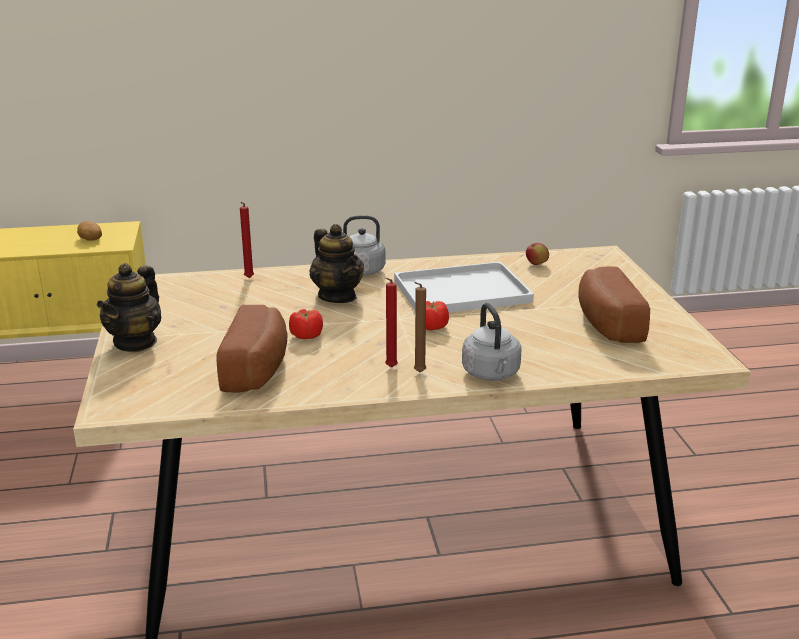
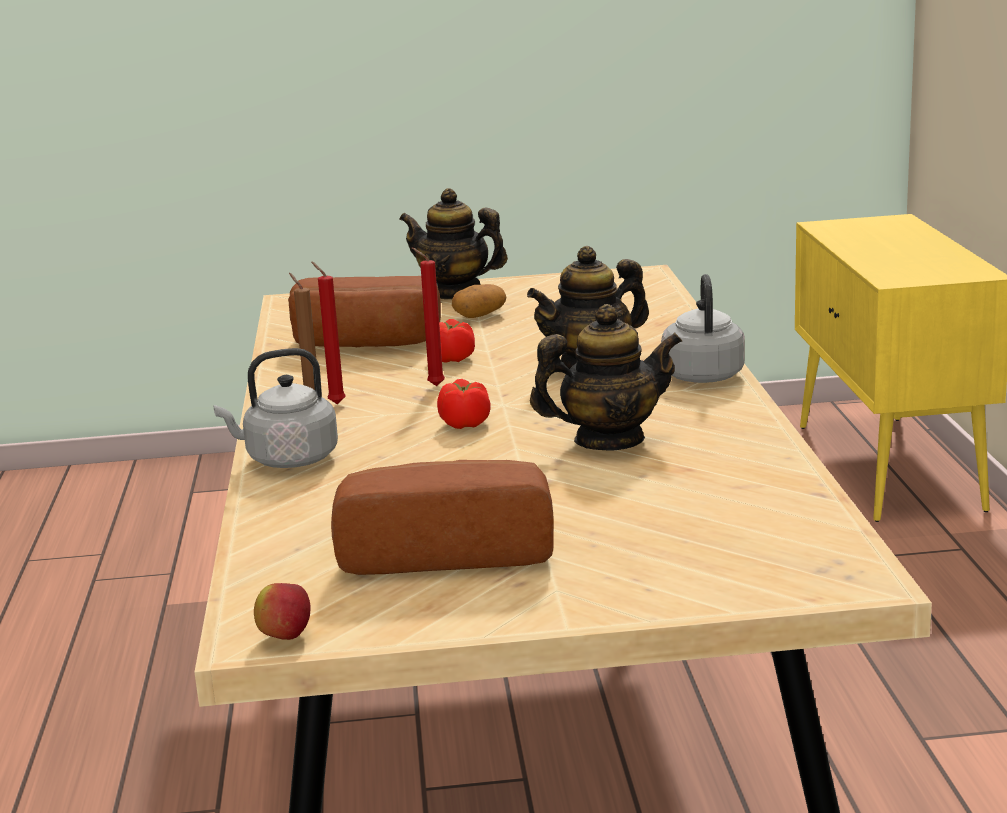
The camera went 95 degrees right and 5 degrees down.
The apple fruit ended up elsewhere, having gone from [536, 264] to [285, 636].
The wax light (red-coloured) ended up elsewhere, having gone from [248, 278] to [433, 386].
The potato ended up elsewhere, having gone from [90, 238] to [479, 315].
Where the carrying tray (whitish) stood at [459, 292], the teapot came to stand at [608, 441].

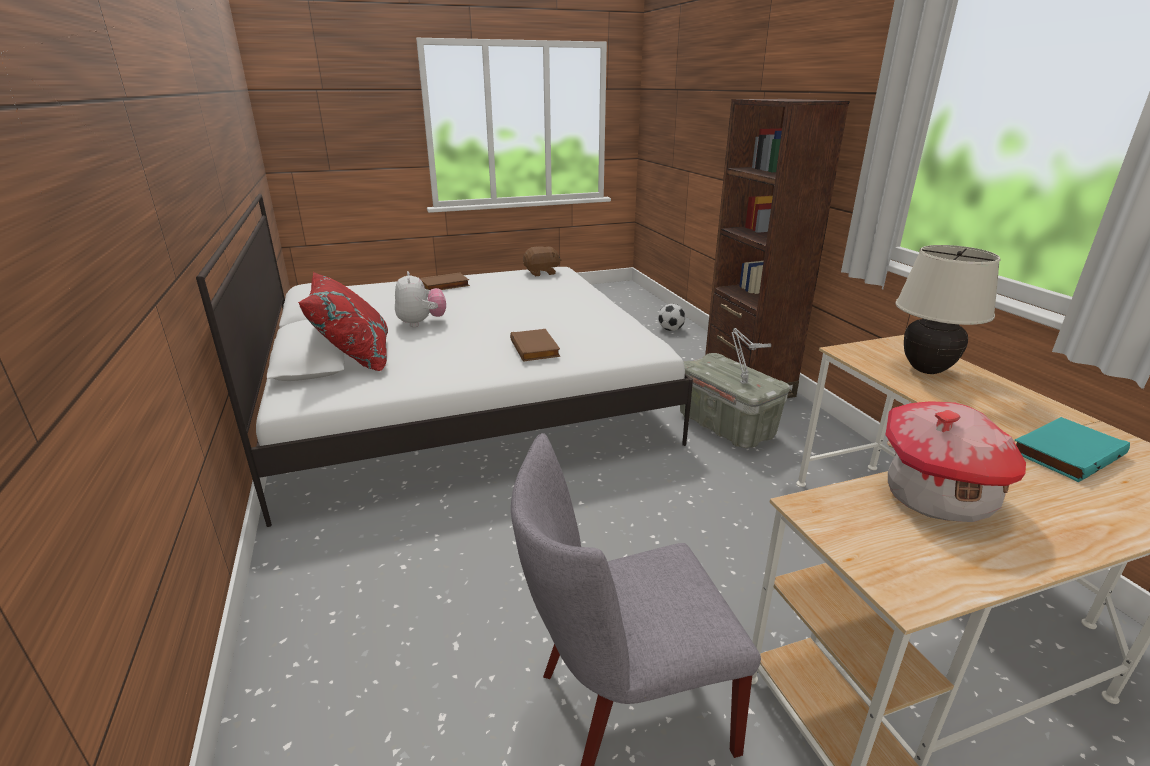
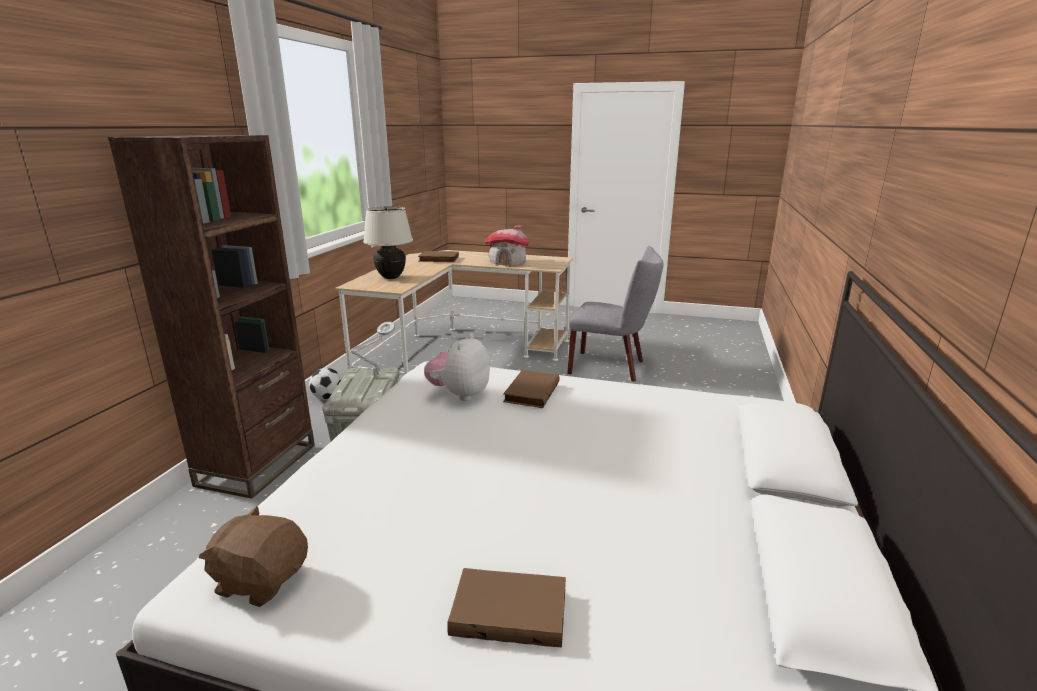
The camera went 145 degrees left and 5 degrees down.
The football ended up elsewhere, having gone from [670, 330] to [327, 398].
What was the volume (blue-green) at [1064, 452] turned into the volume (brownish) at [438, 259].
The cuddly toy ended up elsewhere, having gone from [421, 323] to [460, 394].
The second view lost the pillow (red-coloured) at [355, 357].

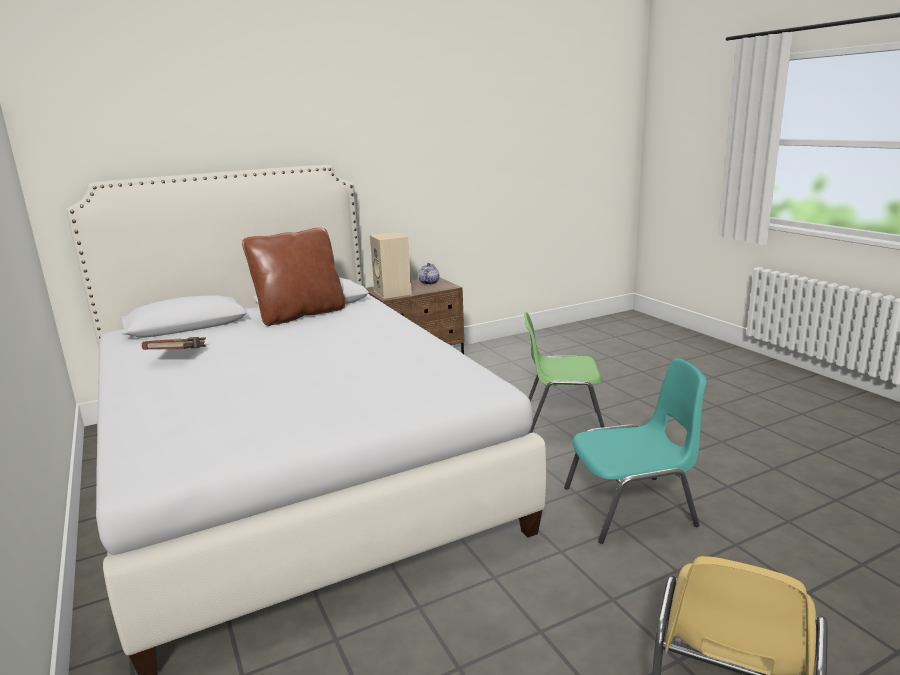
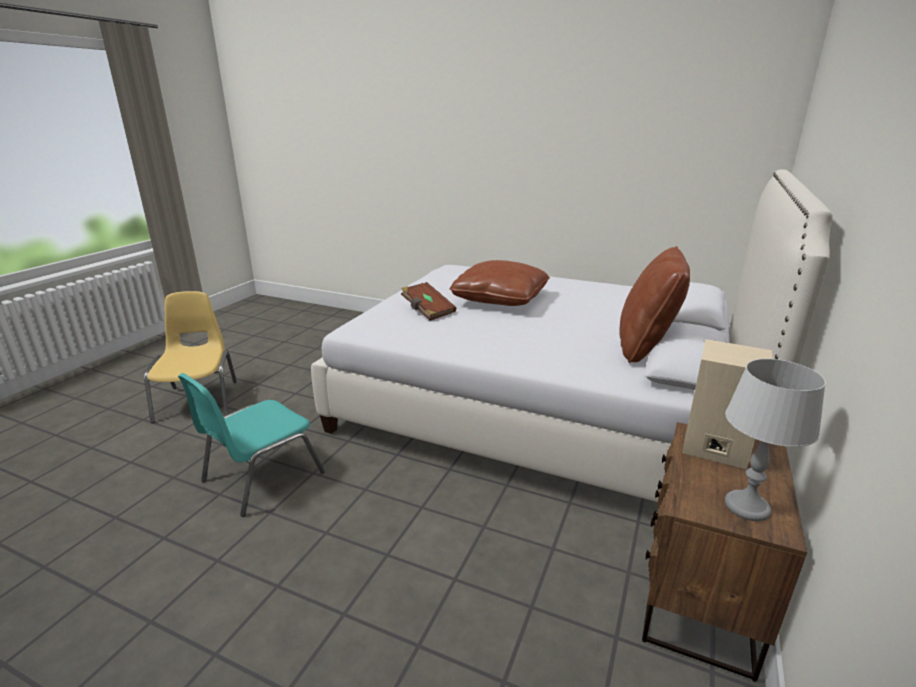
The camera went 140 degrees right and 5 degrees up.
The volume (brownish) ended up elsewhere, having gone from [179, 356] to [427, 311].
The second view gained the pillow (brownish) at [500, 299].
Where the teapot stood at [429, 282], the tabletop lamp (grey) came to stand at [747, 507].
The second view lost the chair (greenish) at [561, 427].

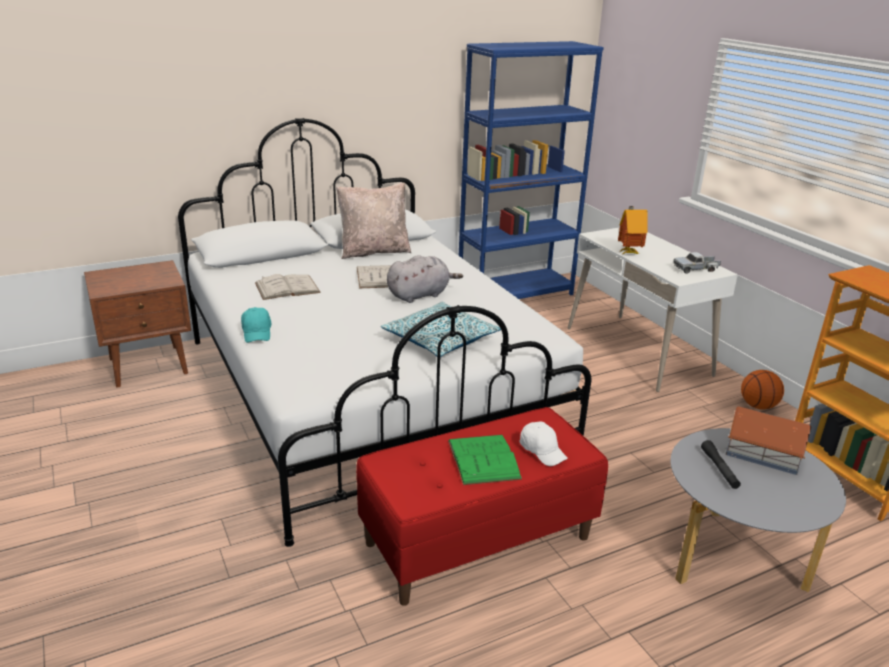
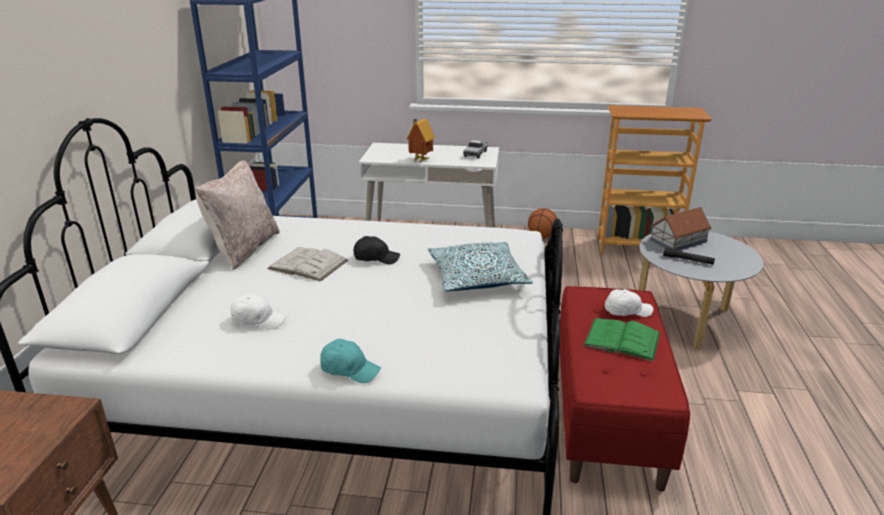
The camera went 55 degrees left and 0 degrees up.
Where the volume (whitish) stood at [287, 288], the baseball cap (whitish) came to stand at [258, 320].
Where the cuddly toy (grey) stood at [420, 295], the baseball cap (blackish) came to stand at [376, 258].

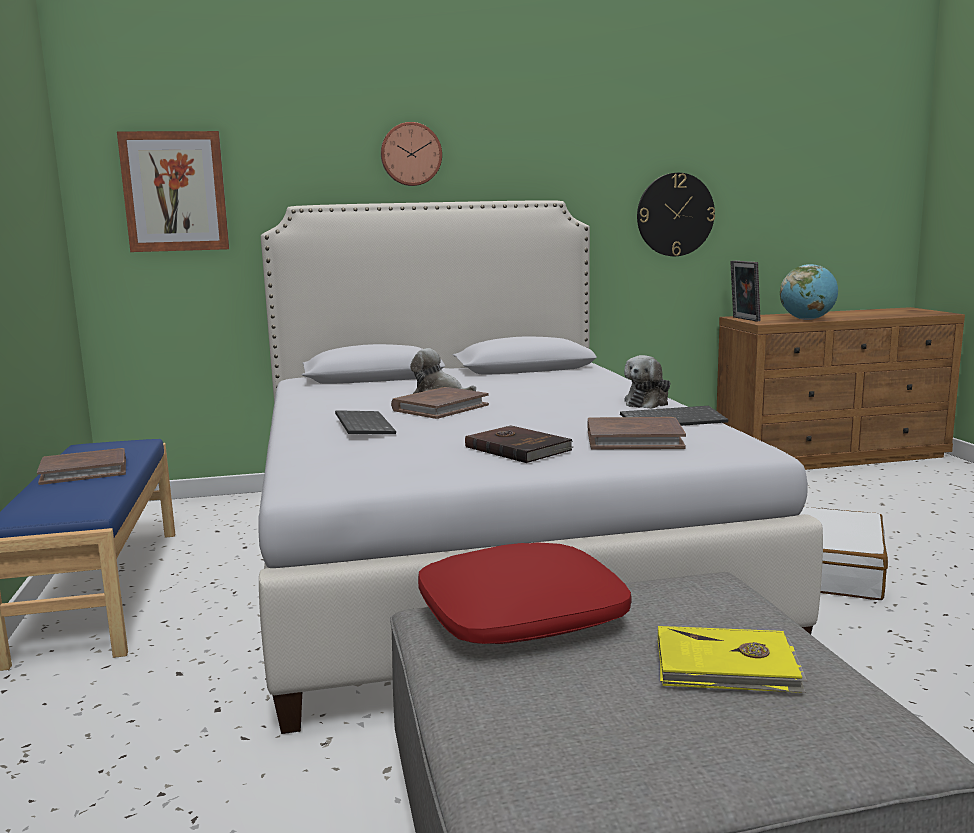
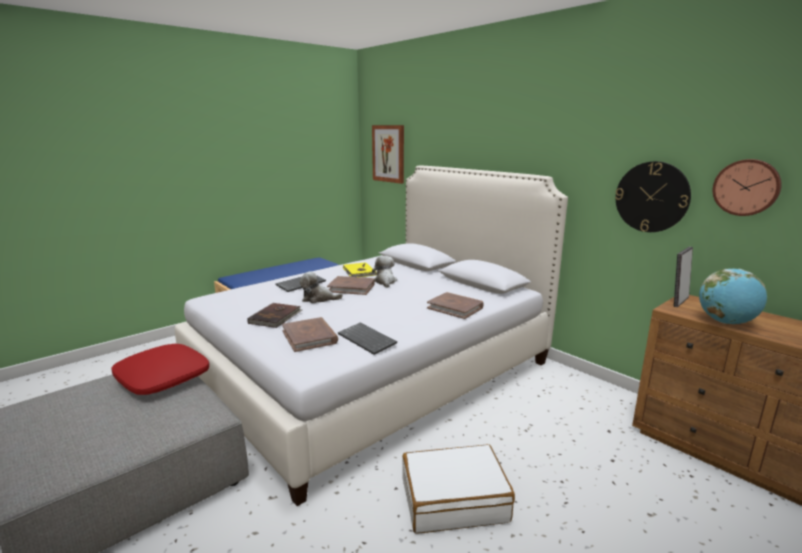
The camera went 60 degrees right and 5 degrees up.
The cuddly toy ended up elsewhere, having gone from [648, 402] to [318, 299].
The volume (yellow-coloured) ended up elsewhere, having gone from [727, 666] to [358, 272].
The volume (brownish) ended up elsewhere, having gone from [84, 471] to [455, 308].
The wall clock ended up elsewhere, having gone from [411, 154] to [746, 187].

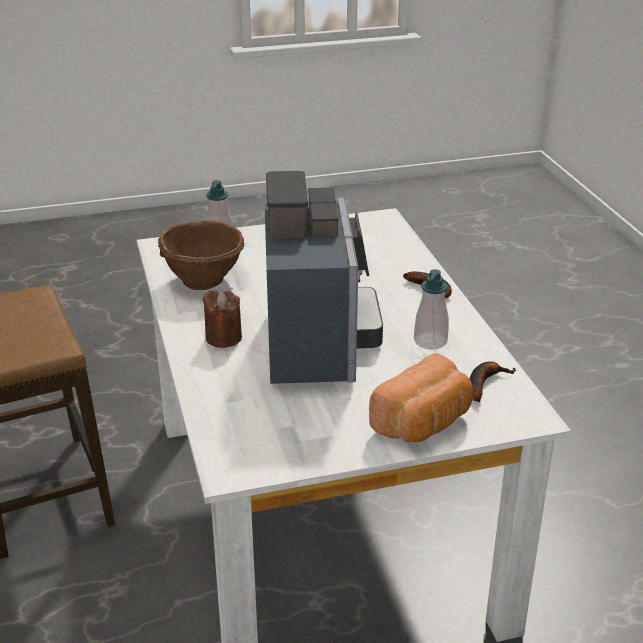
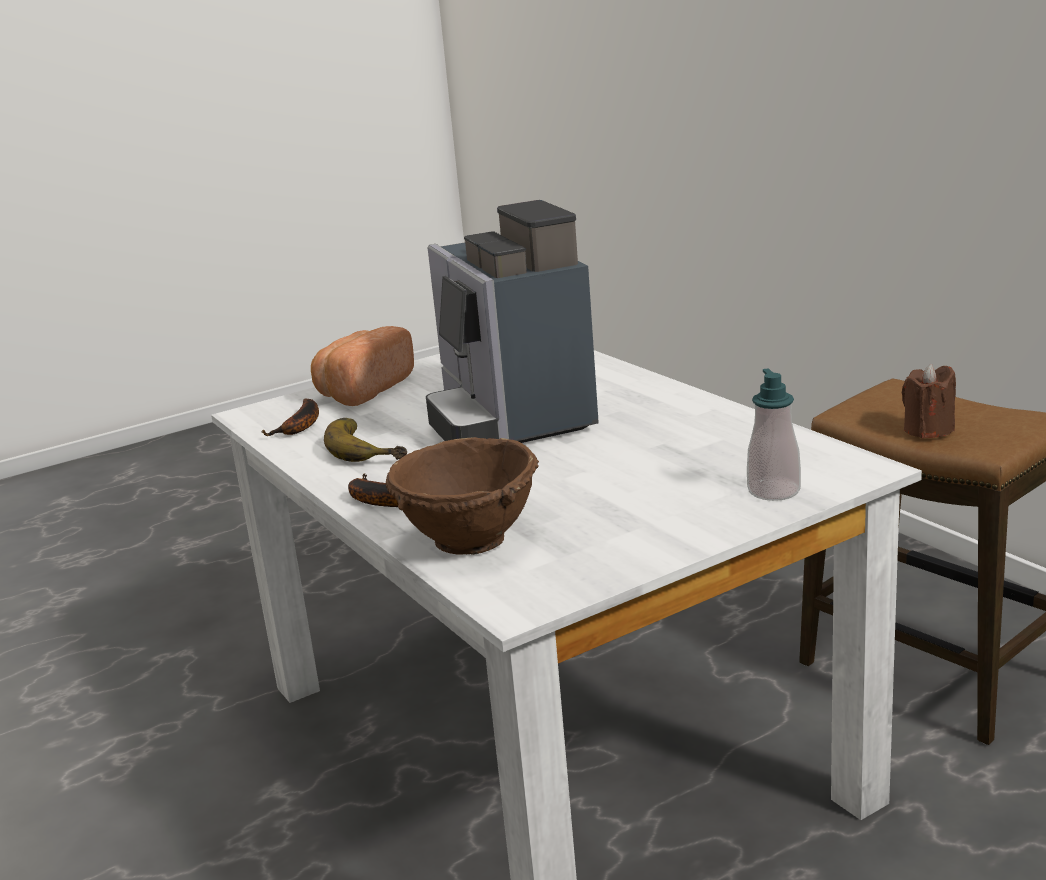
The camera went 165 degrees right and 10 degrees down.
Where the soap dispenser stood at [430, 341], the banana fruit came to stand at [370, 446].
The deep dish (brownish) ended up elsewhere, having gone from [204, 279] to [469, 541].
The wax light (brownish) ended up elsewhere, having gone from [223, 337] to [928, 430].

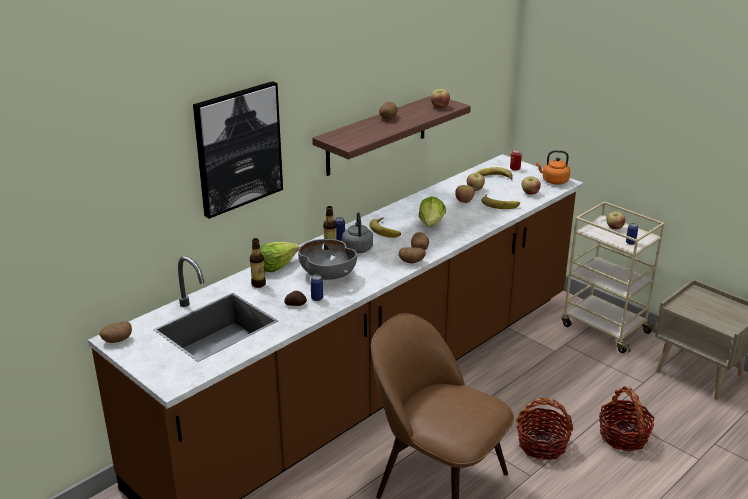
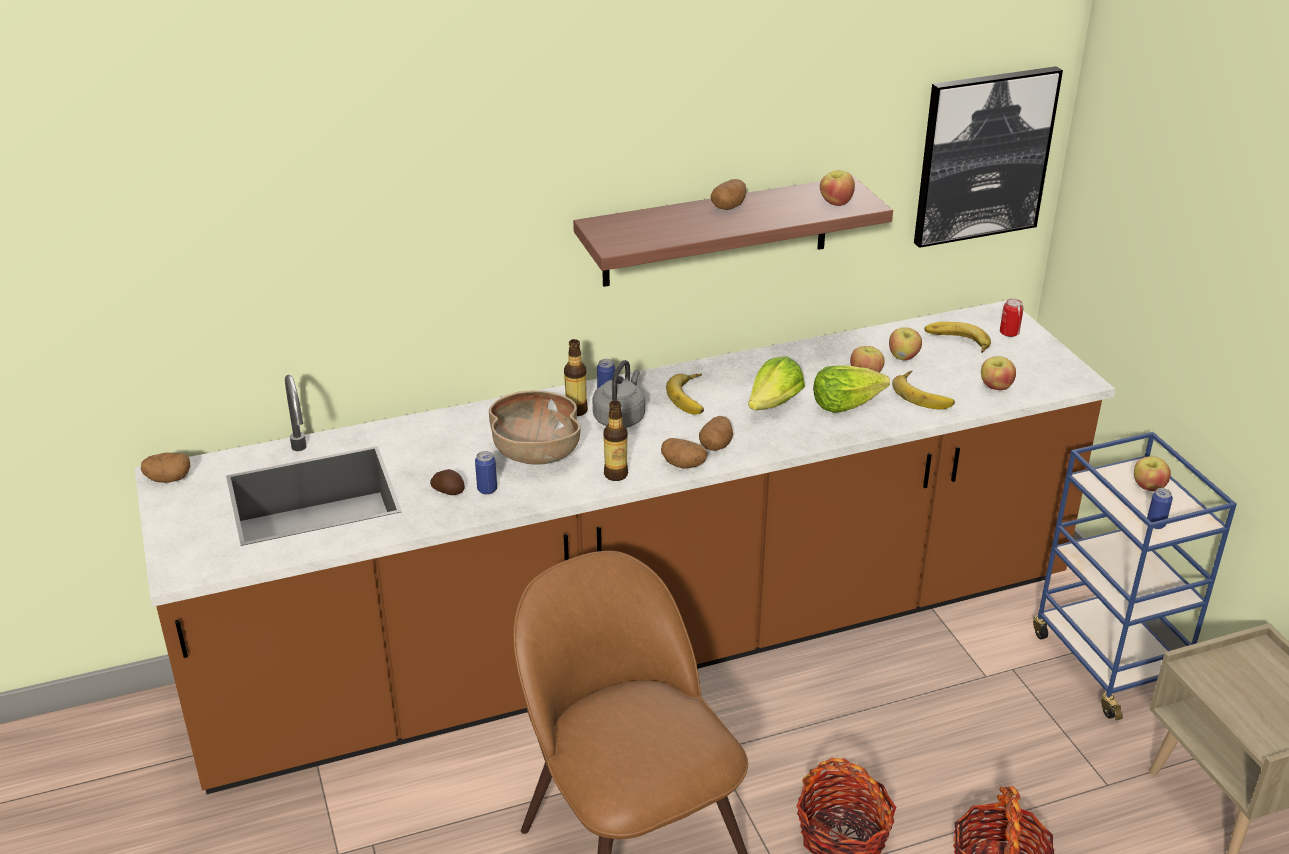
The camera went 25 degrees right and 5 degrees up.
What was the deep dish (grey) at [327, 275] turned into the deep dish (brownish) at [535, 453].
The bottle ended up elsewhere, having gone from [258, 284] to [616, 474].
The lettuce head ended up elsewhere, having gone from [276, 266] to [845, 403].
The wall picture ended up elsewhere, having gone from [238, 148] to [983, 156].
What was the trolley (beige) at [604, 328] turned into the trolley (blue) at [1107, 661].
The second view lost the tea kettle (orange-coloured) at [553, 181].

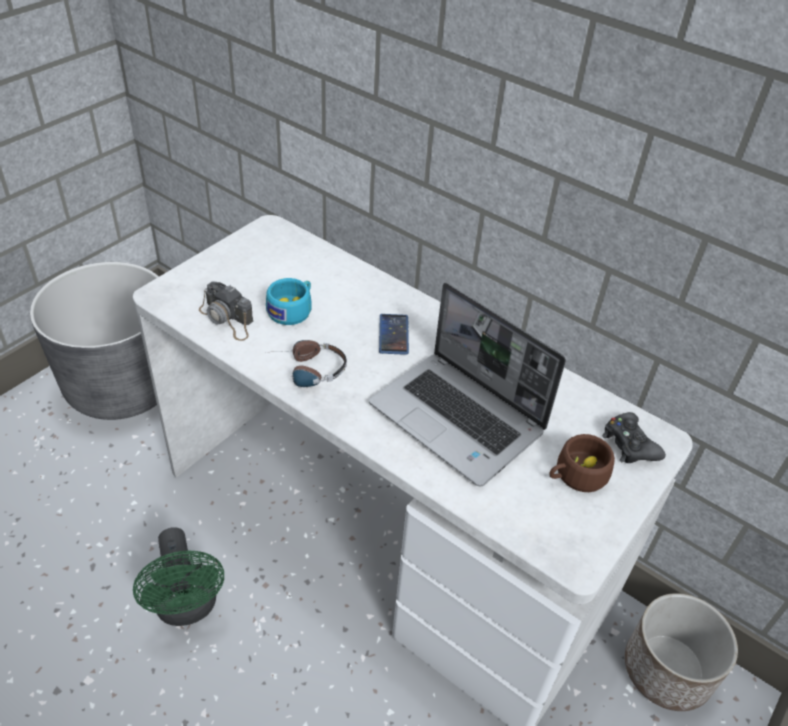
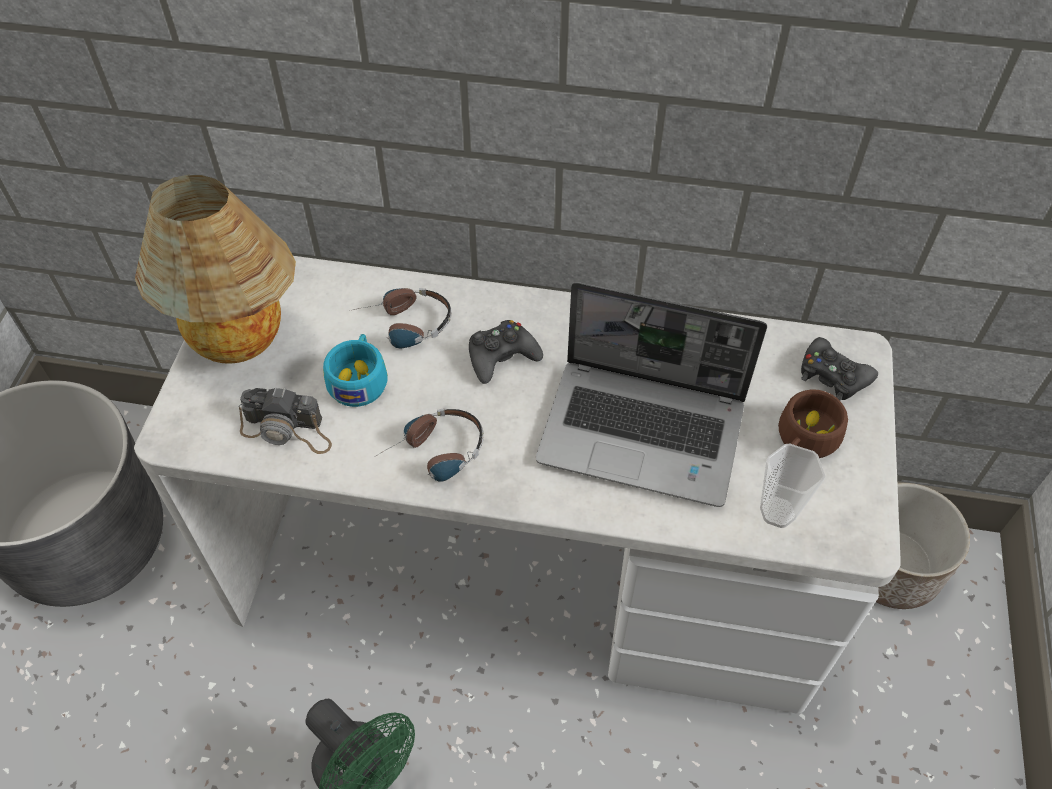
The camera went 25 degrees left and 10 degrees up.
The second view gained the tabletop lamp at [244, 345].
The second view gained the headphones at [403, 327].
Where the telephone stood at [393, 334], the joypad (blackish) came to stand at [502, 357].
The second view gained the drinking cup at [777, 512].

